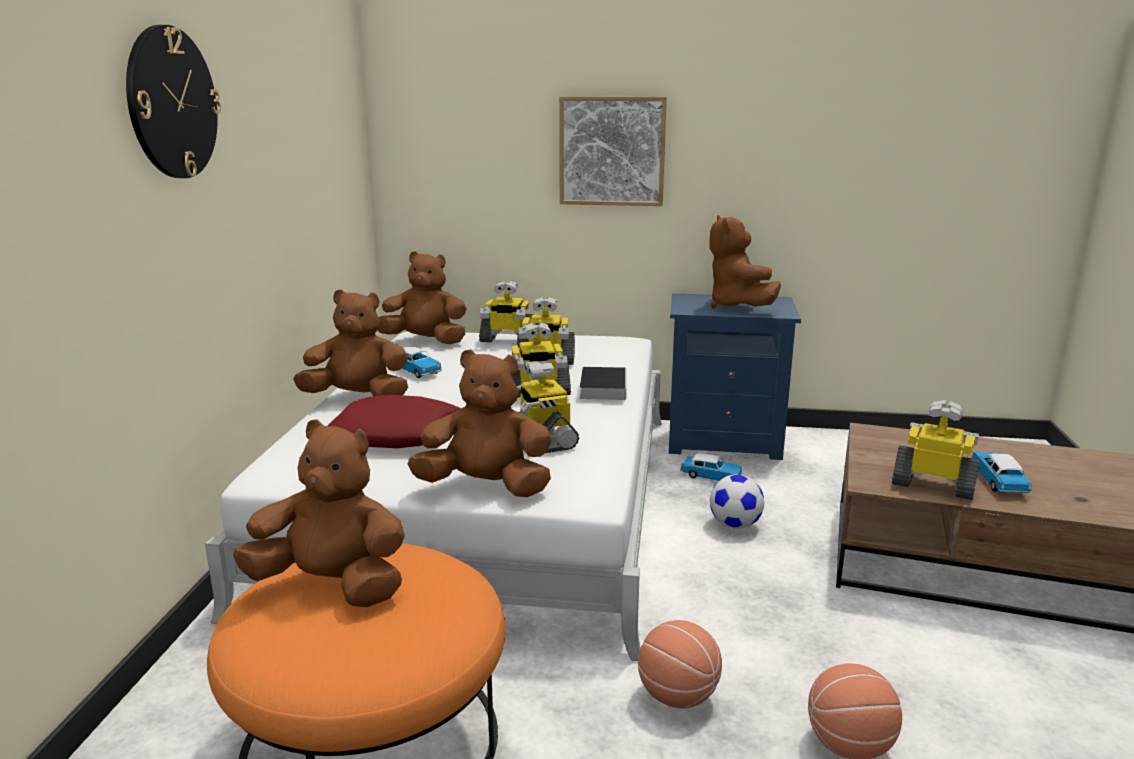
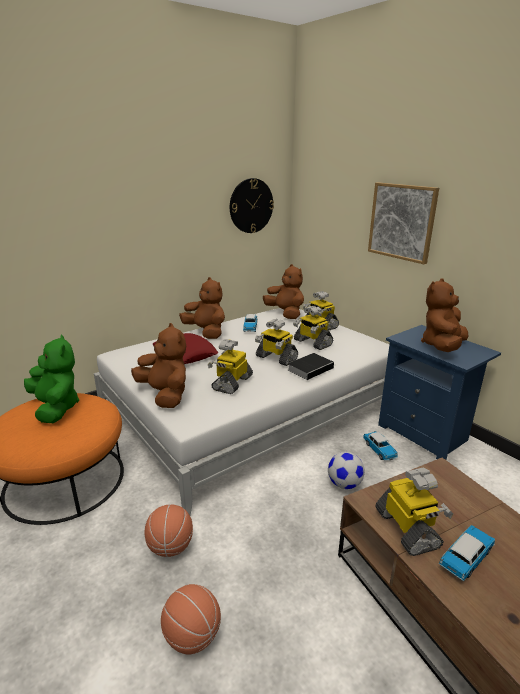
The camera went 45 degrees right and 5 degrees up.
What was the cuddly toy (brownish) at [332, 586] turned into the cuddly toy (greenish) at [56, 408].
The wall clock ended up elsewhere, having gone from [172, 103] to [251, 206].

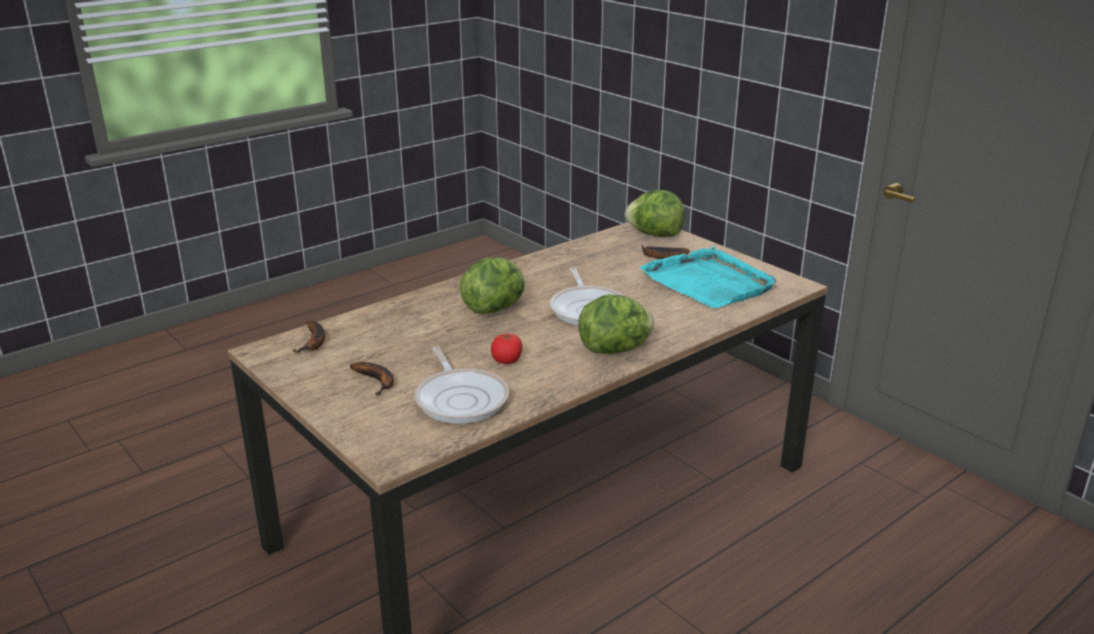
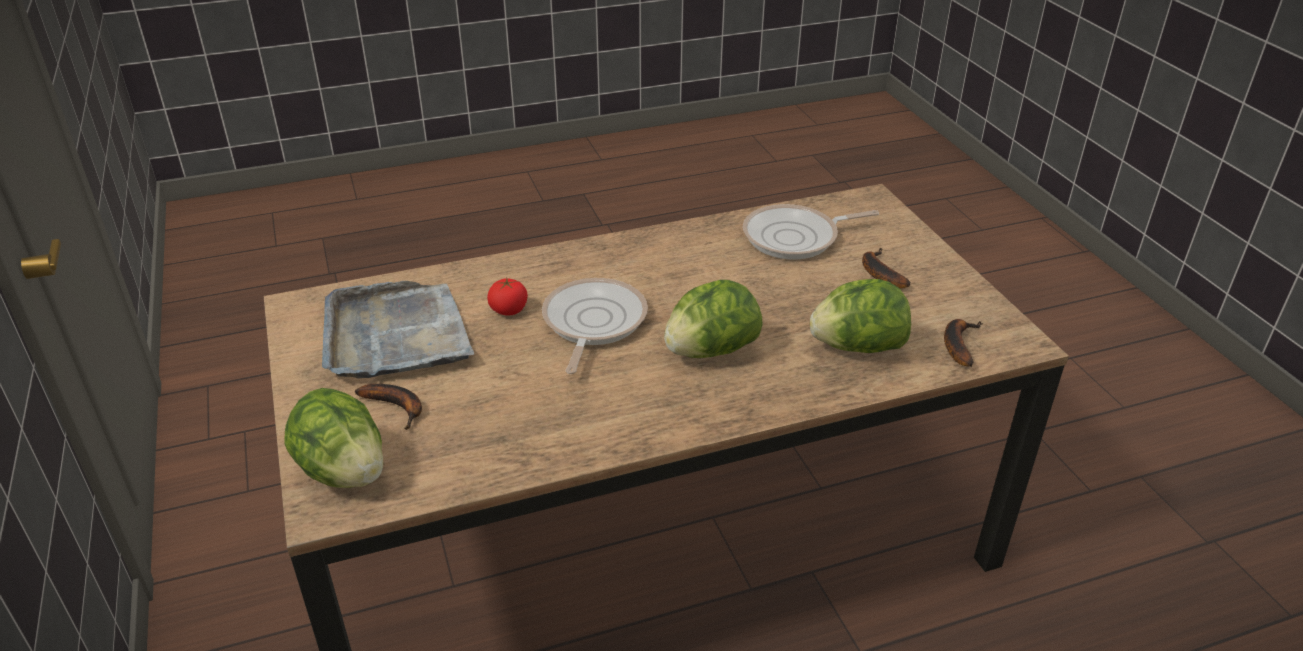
The camera went 160 degrees left and 10 degrees up.
What was the carrying tray (blue-green) at [709, 282] turned into the carrying tray (grey) at [396, 335].
The tomato ended up elsewhere, having gone from [506, 360] to [508, 310].
The frying pan at [461, 399] ended up facing another way, 105 degrees counterclockwise from before.
The lettuce head ended up elsewhere, having gone from [615, 350] to [857, 347].

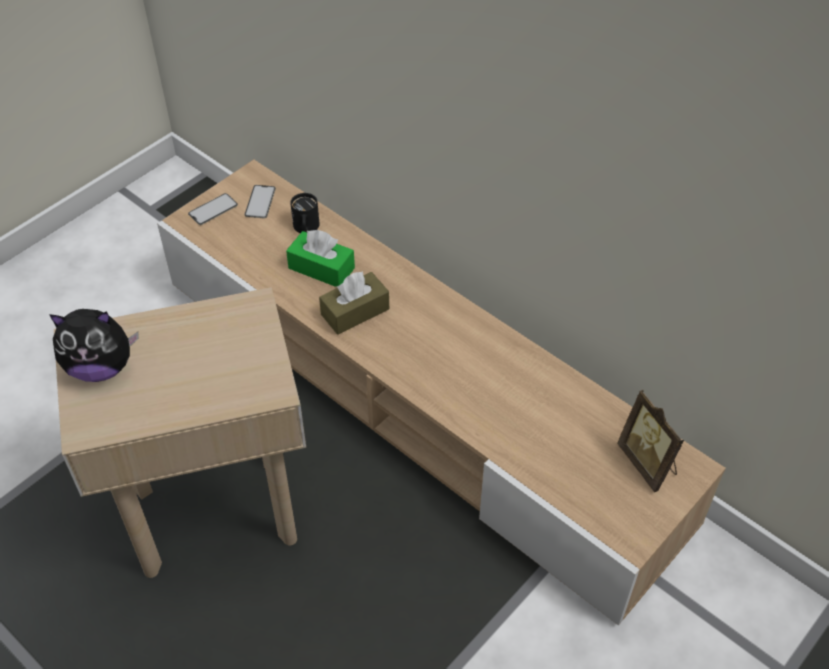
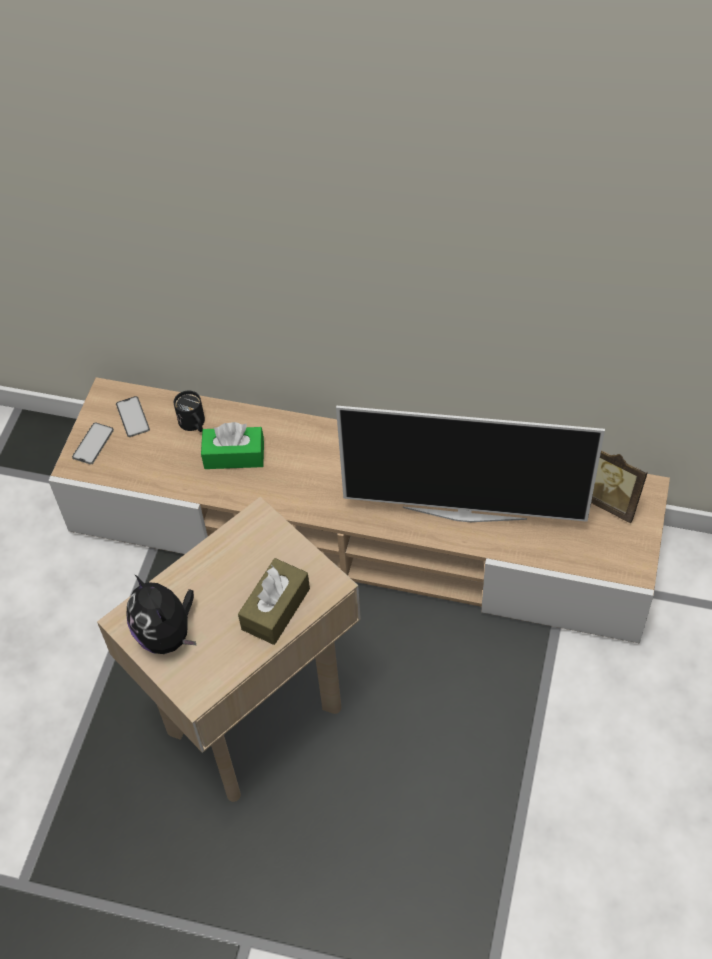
The camera went 25 degrees left and 5 degrees up.
The cuddly toy at [101, 367] ended up facing another way, 90 degrees clockwise from before.
The tissue box (brownish) ended up elsewhere, having gone from [355, 311] to [275, 609].
The second view gained the television at [464, 511].

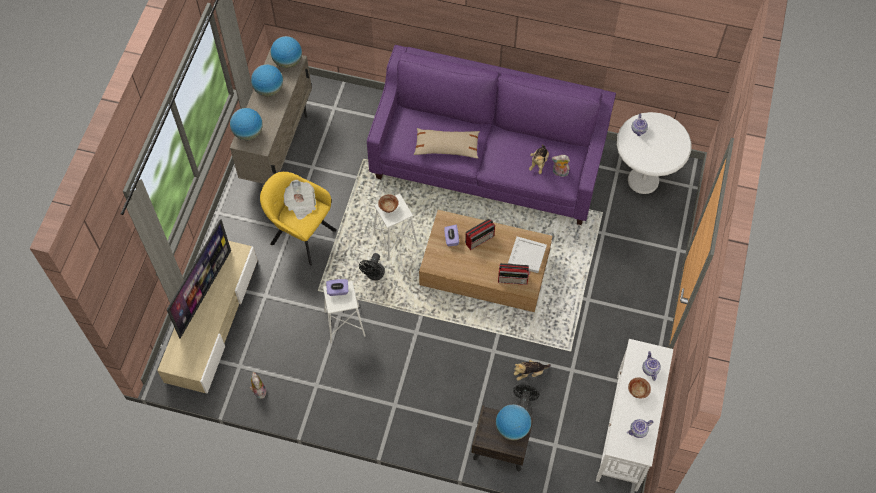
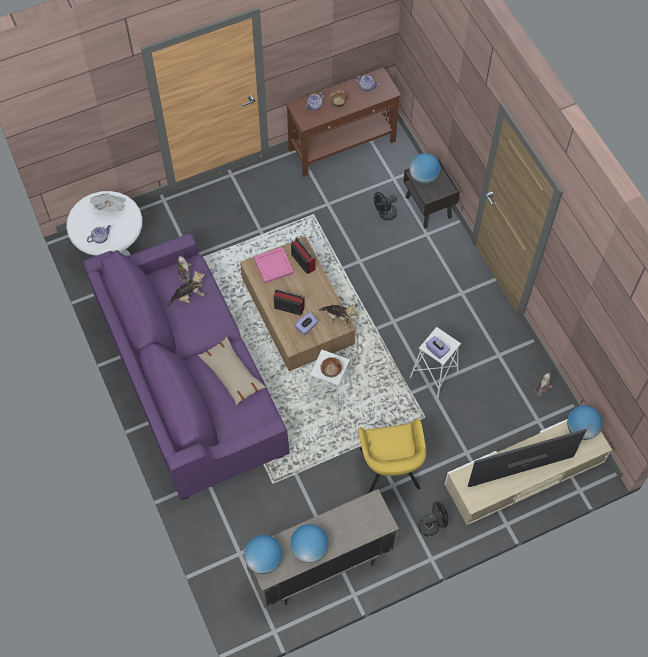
The camera went 130 degrees left and 0 degrees up.
The newspaper ended up elsewhere, having gone from [300, 204] to [110, 207].
What was the carrying tray (whitish) at [526, 255] turned into the carrying tray (pinkish) at [273, 267].
What was the hall table (whitish) at [626, 431] turned into the hall table (brownish) at [343, 145].
The cuddly toy ended up elsewhere, having gone from [529, 373] to [339, 319].
The electric fan (blackish) ended up elsewhere, having gone from [374, 275] to [432, 525].
The world globe ended up elsewhere, having gone from [248, 133] to [581, 429].

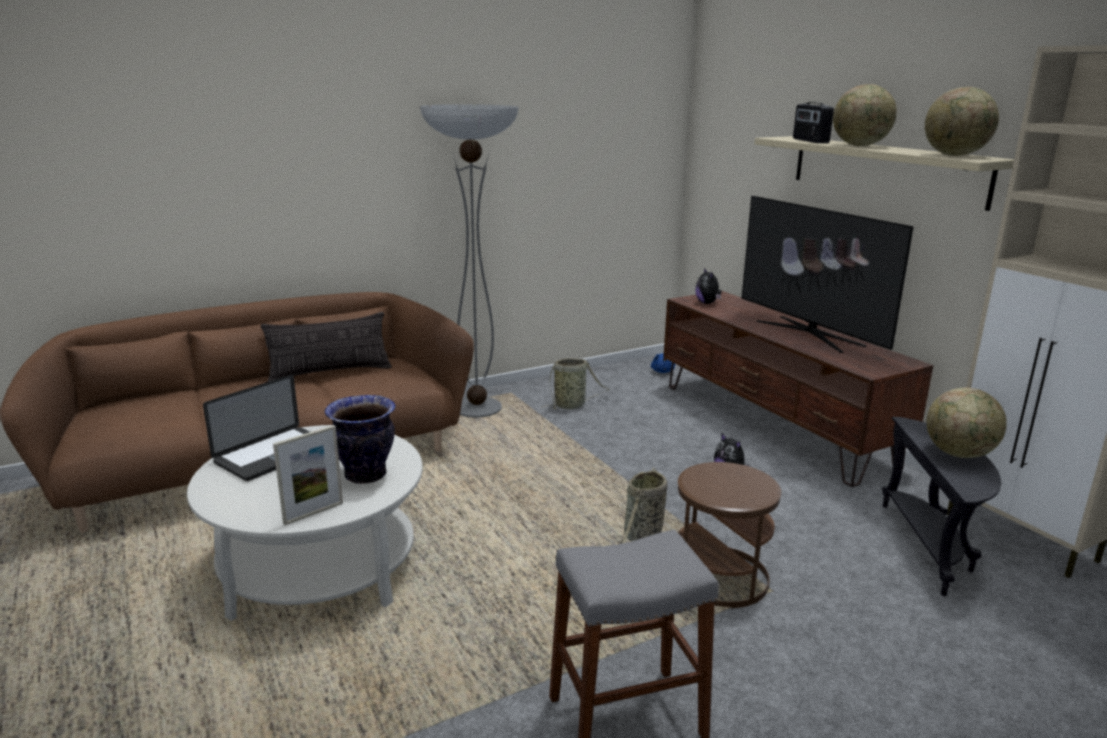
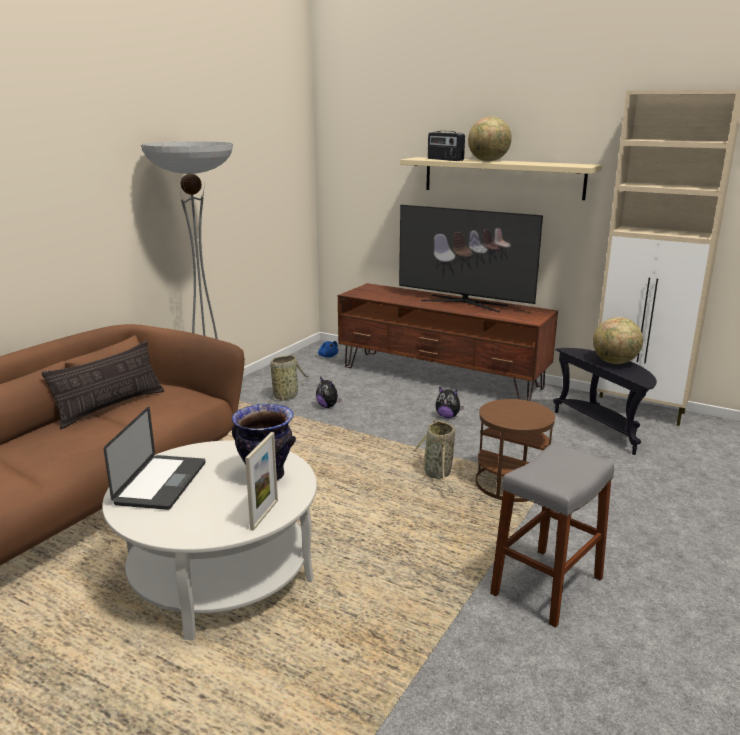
The camera went 30 degrees left and 0 degrees up.
The cuddly toy ended up elsewhere, having gone from [707, 303] to [328, 406].
The second view lost the world globe at [955, 155].

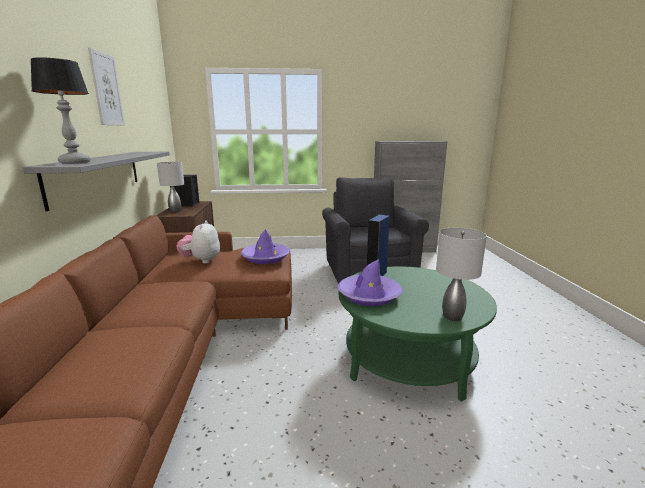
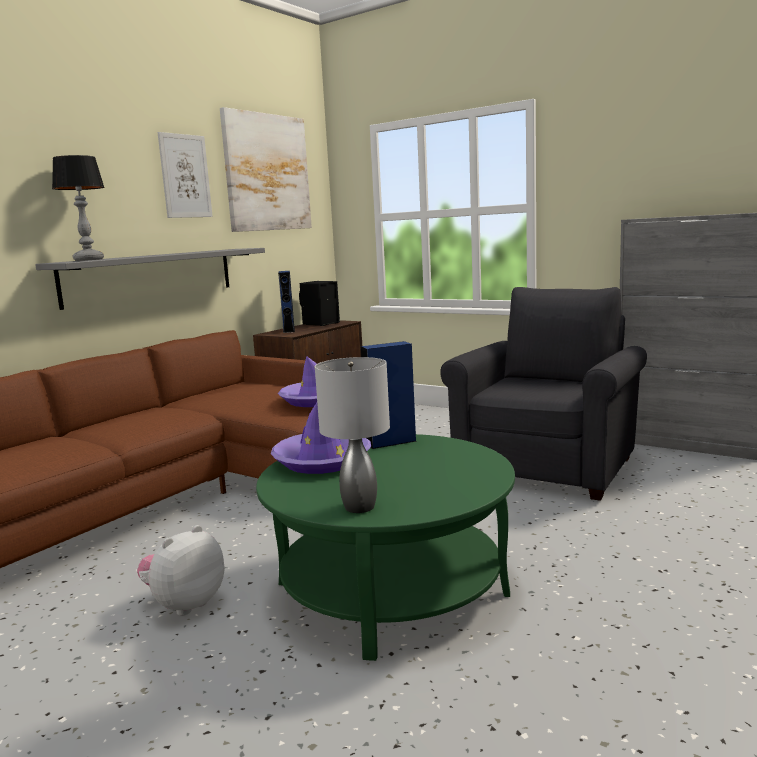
The camera went 40 degrees right and 5 degrees down.
The cuddly toy ended up elsewhere, having gone from [201, 260] to [185, 604].
The second view gained the wall picture at [267, 173].
Where the tabletop lamp (grey) stood at [175, 211], the loudspeaker (blue) came to stand at [289, 330].

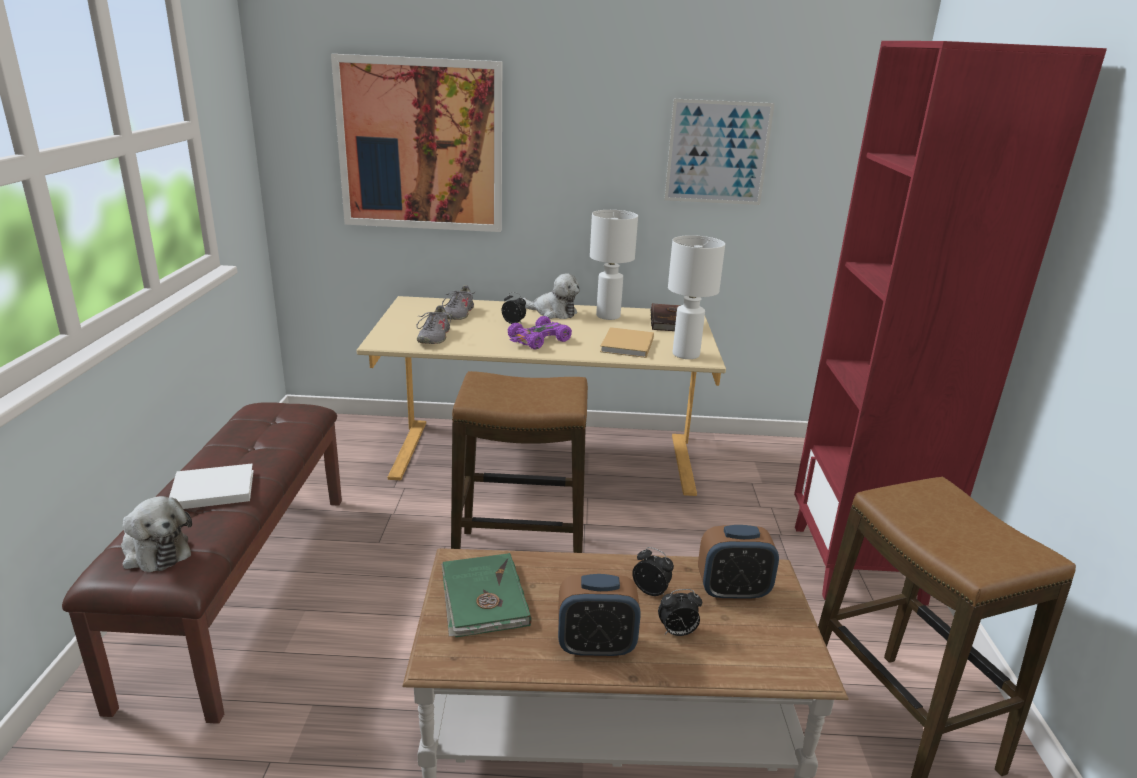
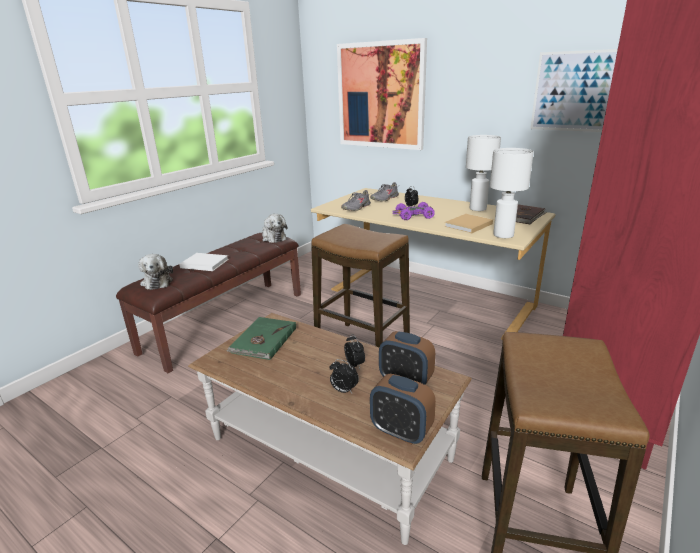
The camera went 35 degrees right and 0 degrees up.
The cuddly toy ended up elsewhere, having gone from [553, 312] to [273, 238].
The bedside clock ended up elsewhere, having gone from [595, 647] to [401, 431].

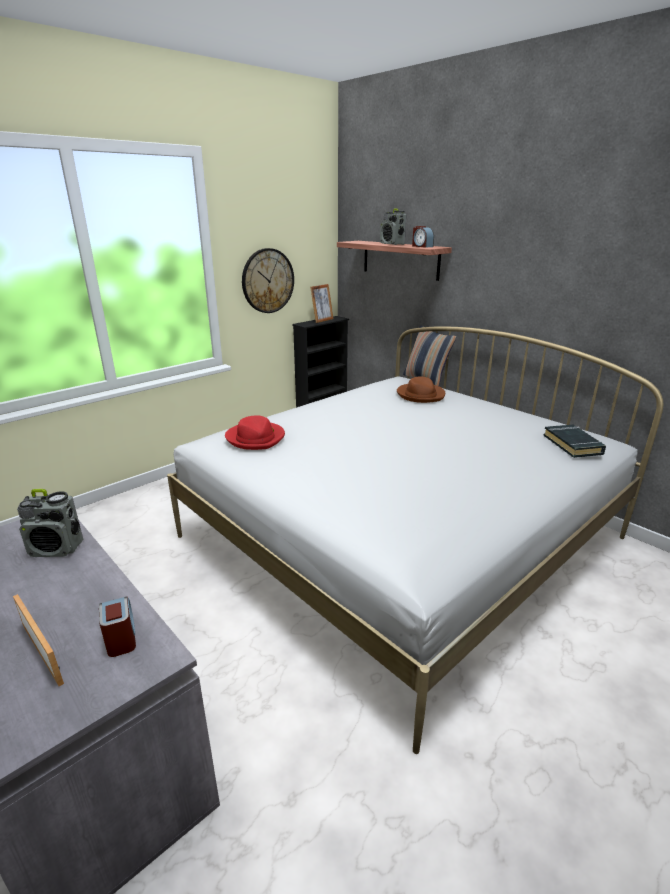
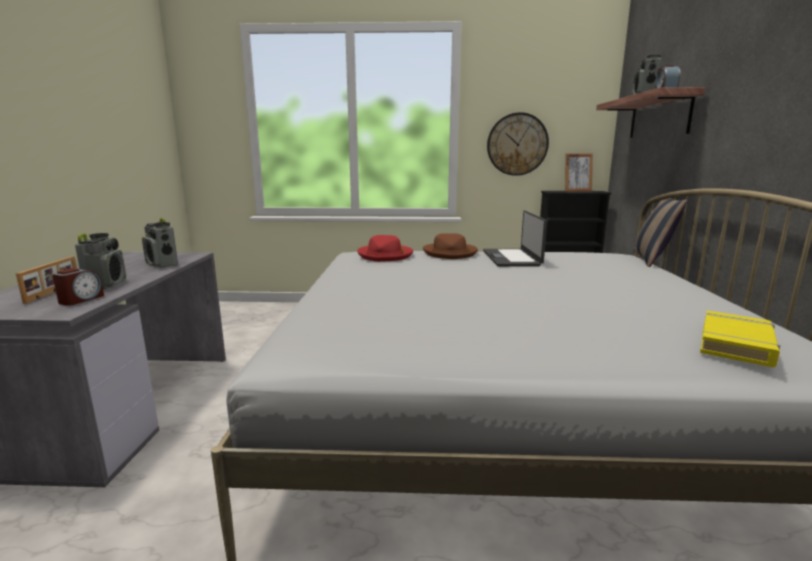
The camera went 45 degrees right and 10 degrees down.
The second view gained the radio set at [106, 285].
The wearable hat (brownish) ended up elsewhere, having gone from [420, 395] to [450, 253].
The second view gained the portable computer at [512, 258].
What was the volume (blackish) at [573, 444] turned into the volume (yellow-coloured) at [736, 344].

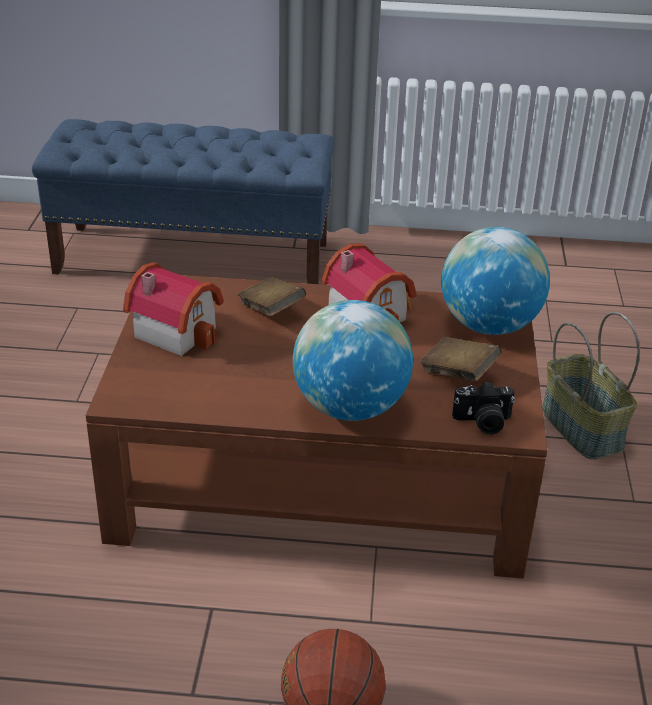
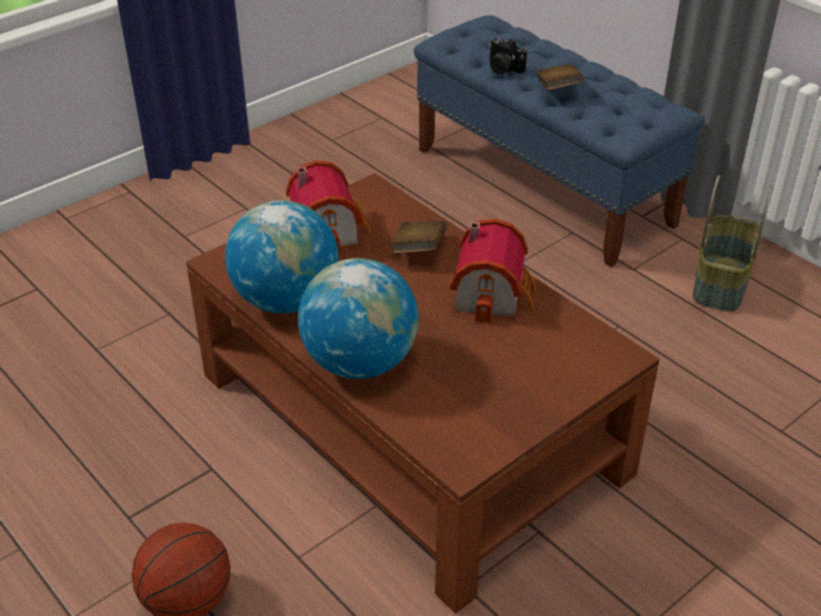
The camera went 45 degrees right and 5 degrees up.
The world globe ended up elsewhere, having gone from [488, 326] to [286, 300].
The photo camera ended up elsewhere, having gone from [483, 422] to [503, 69].
The volume (brownish) ended up elsewhere, having gone from [458, 373] to [558, 89].
The household basket ended up elsewhere, having gone from [583, 428] to [722, 284].

